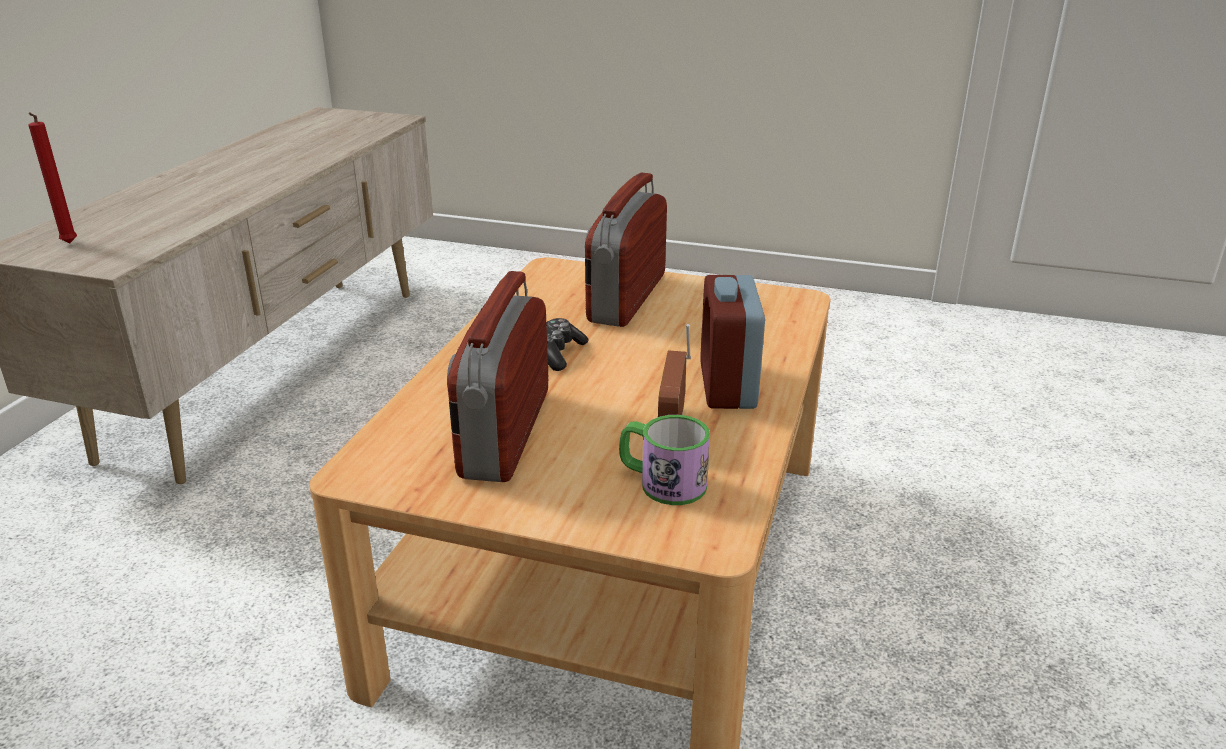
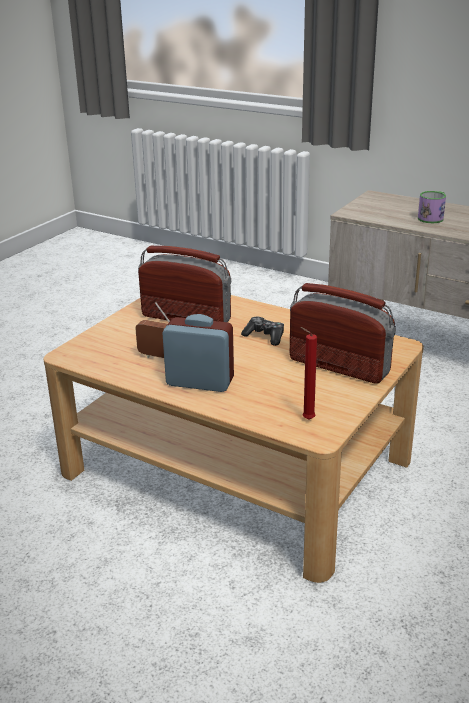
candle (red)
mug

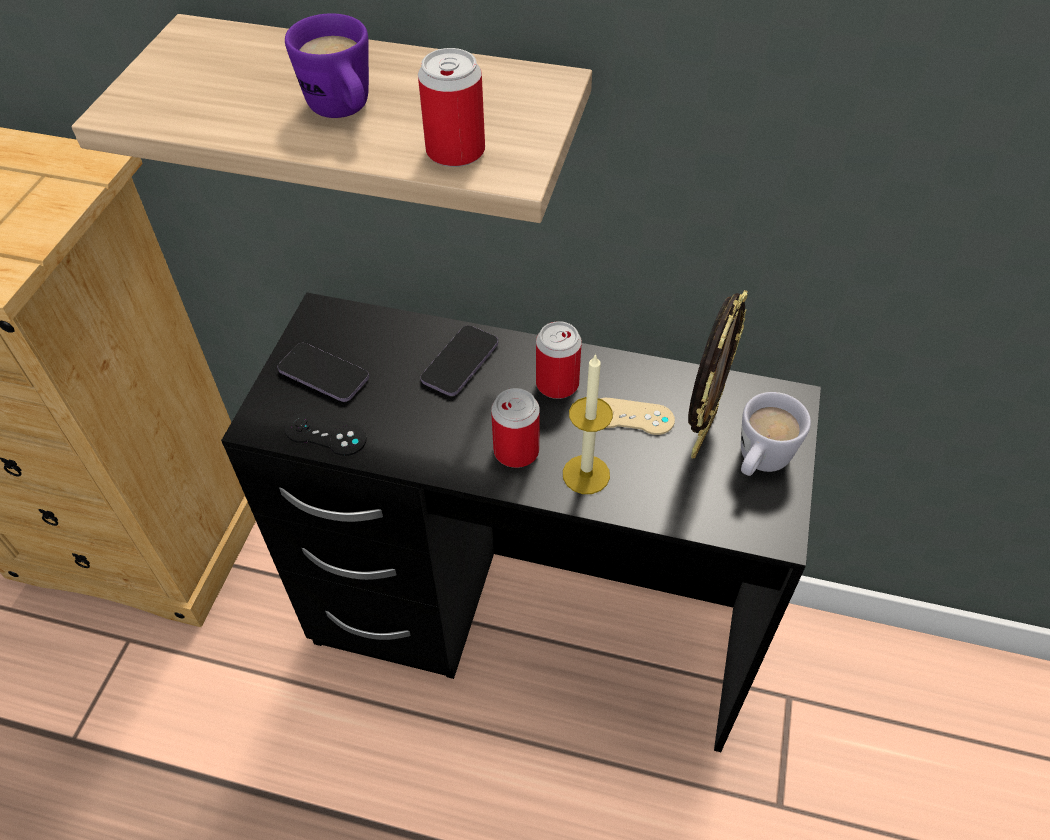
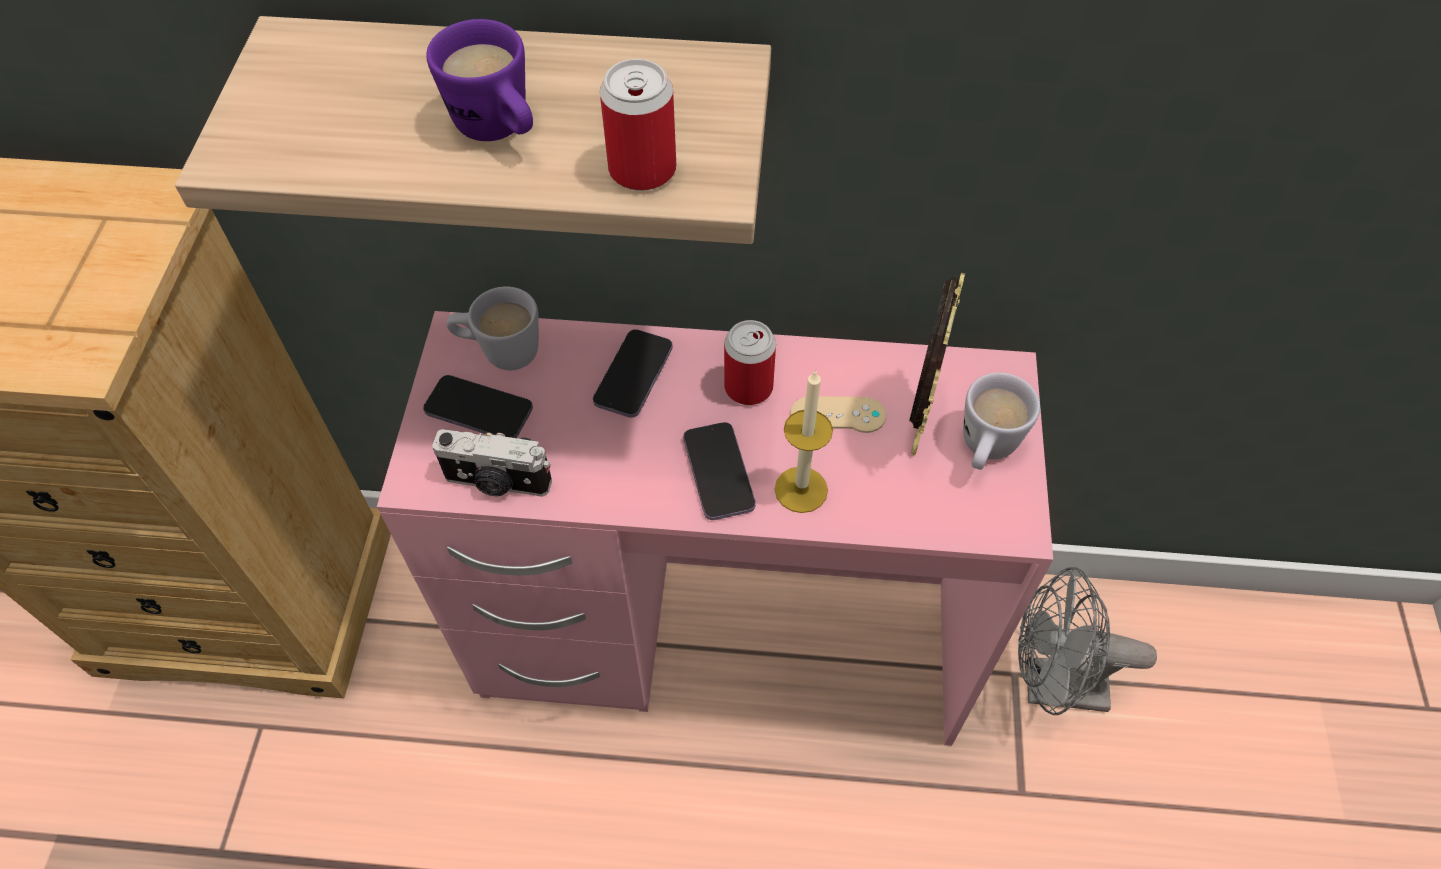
desk (pink)
photo camera
mug (white) (1st from left)
phone (3rd from left)
fan (grey)

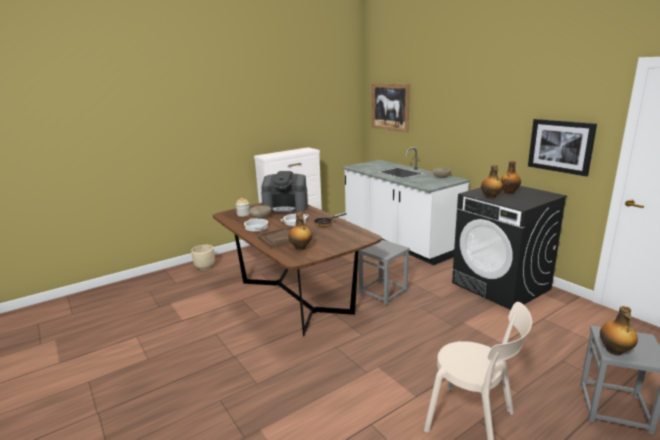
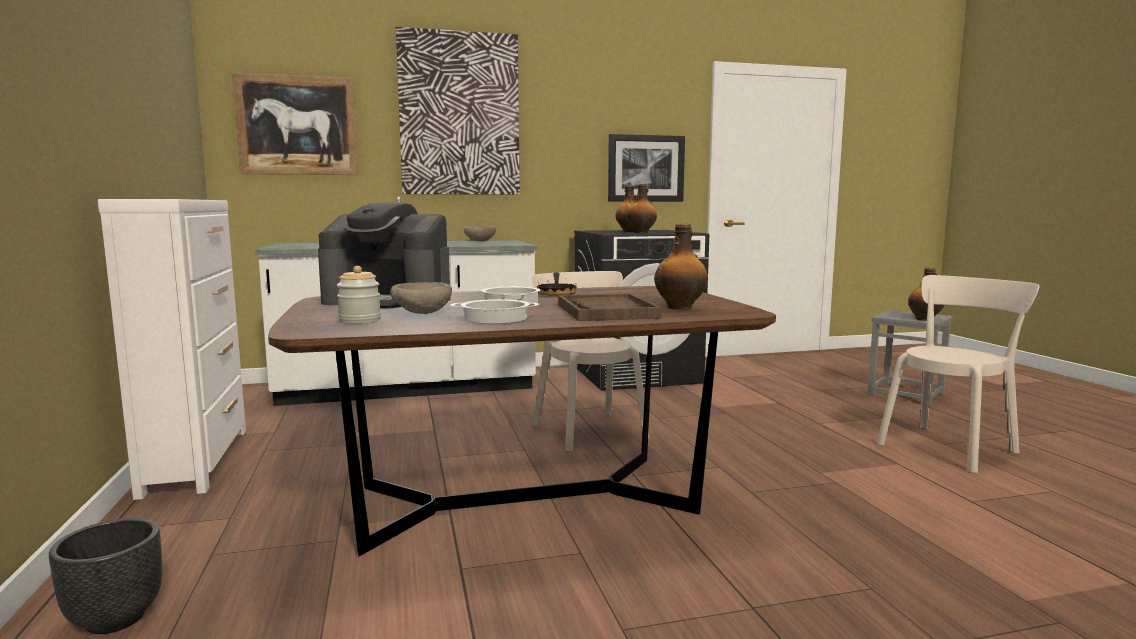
planter (black)
coffee machine
picture (2nd from left)
chair (beige) (1st from left)

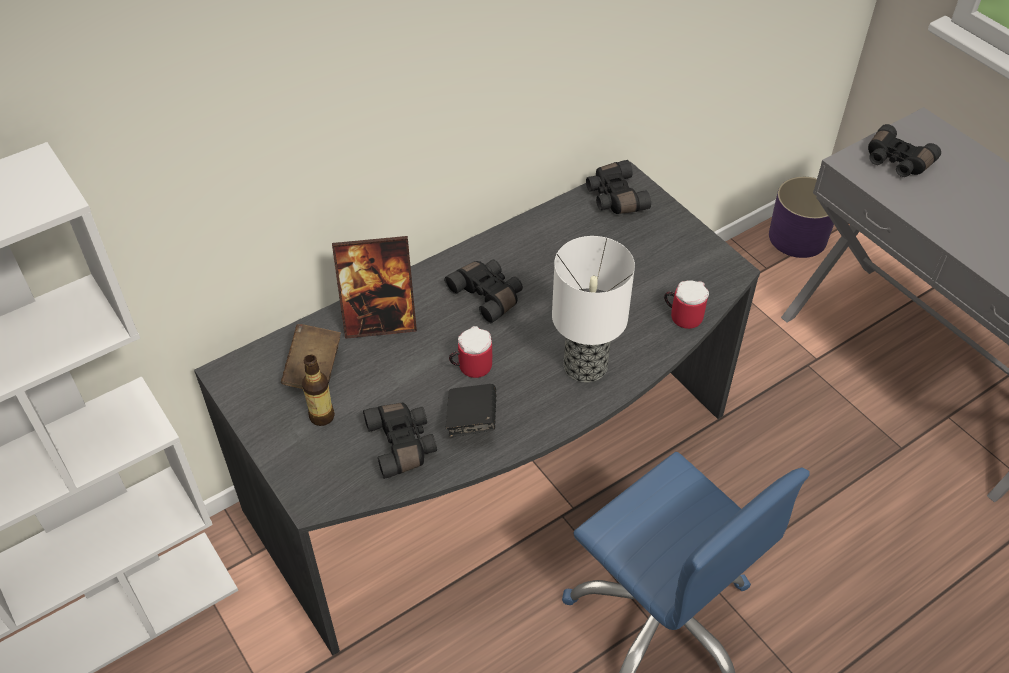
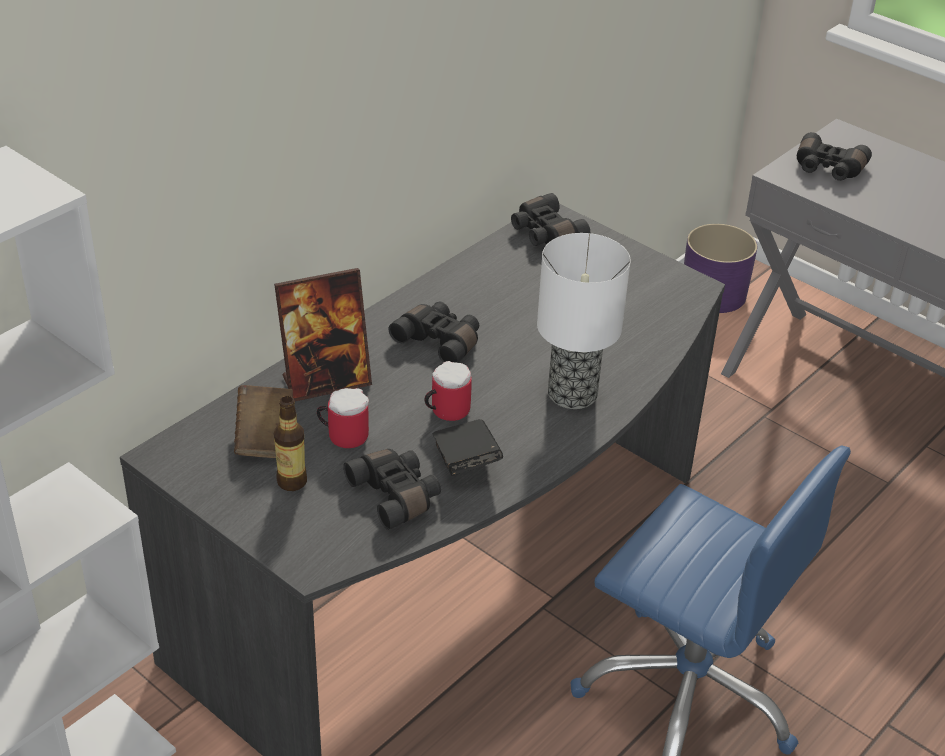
mug (1st from left)

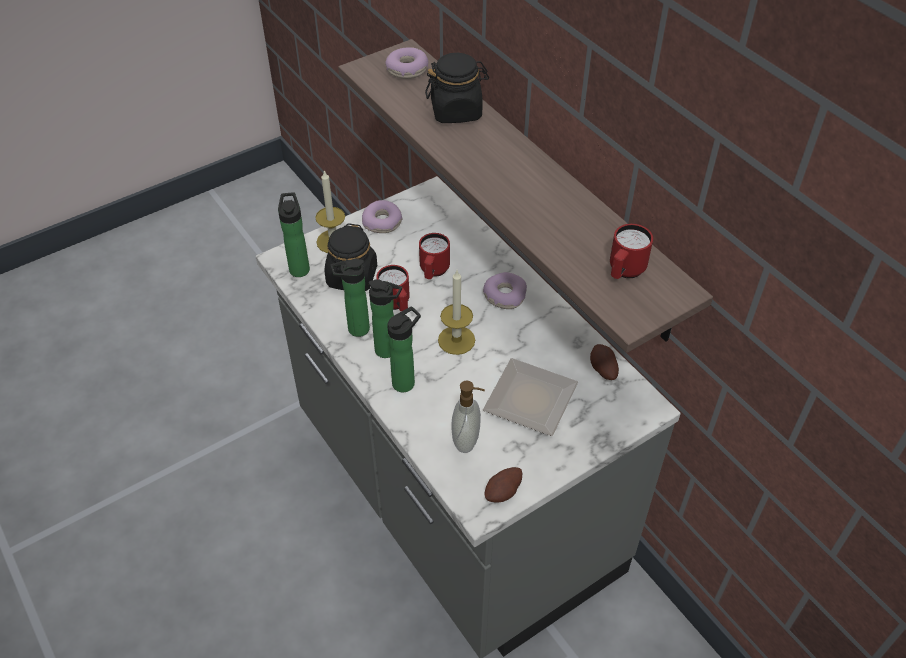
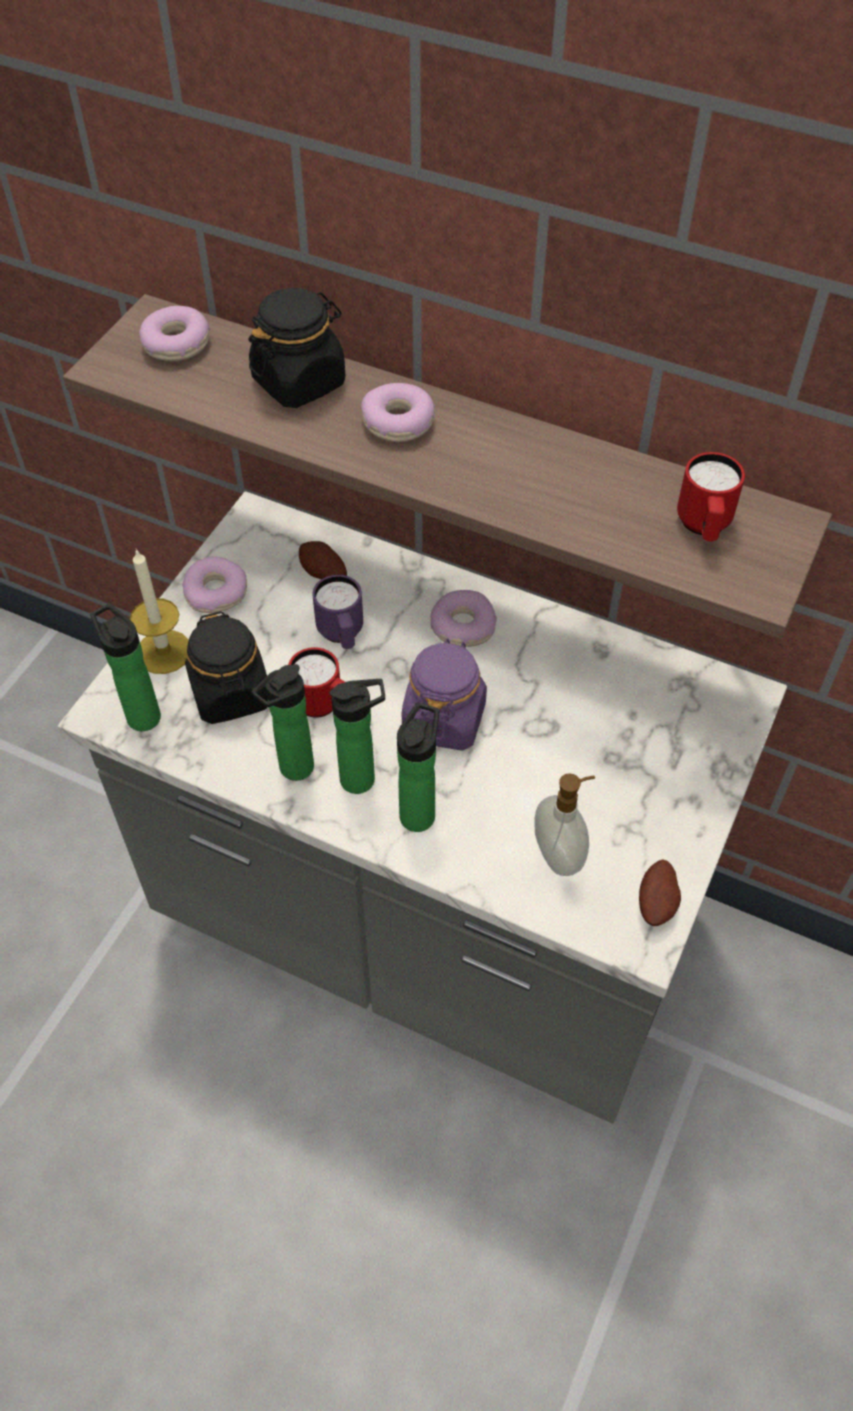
potato (1st from left)
mug (purple)
donut (3rd from left)
jar (purple)
plate

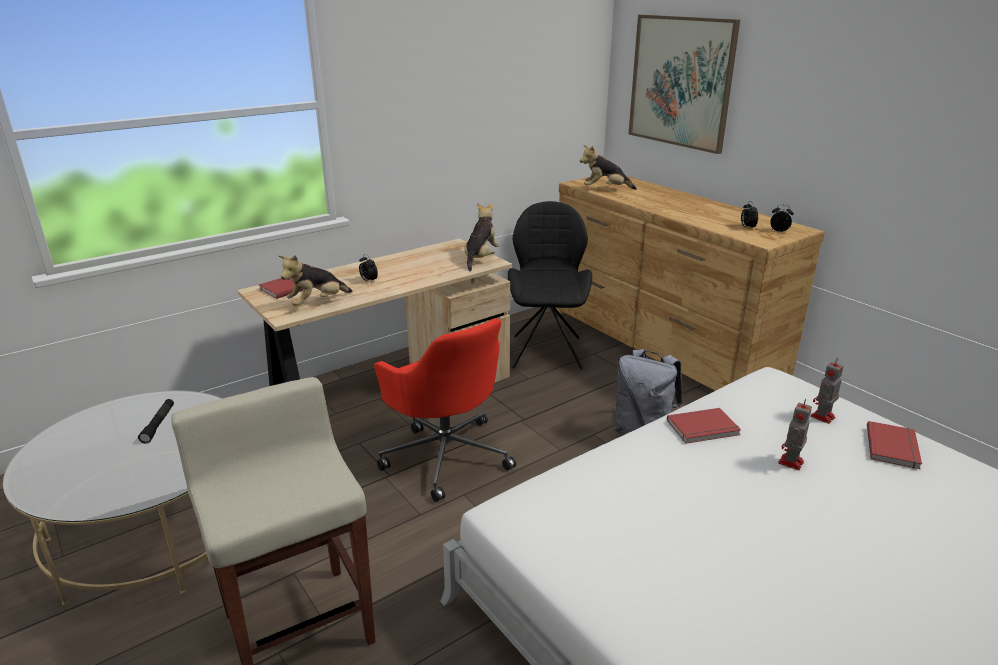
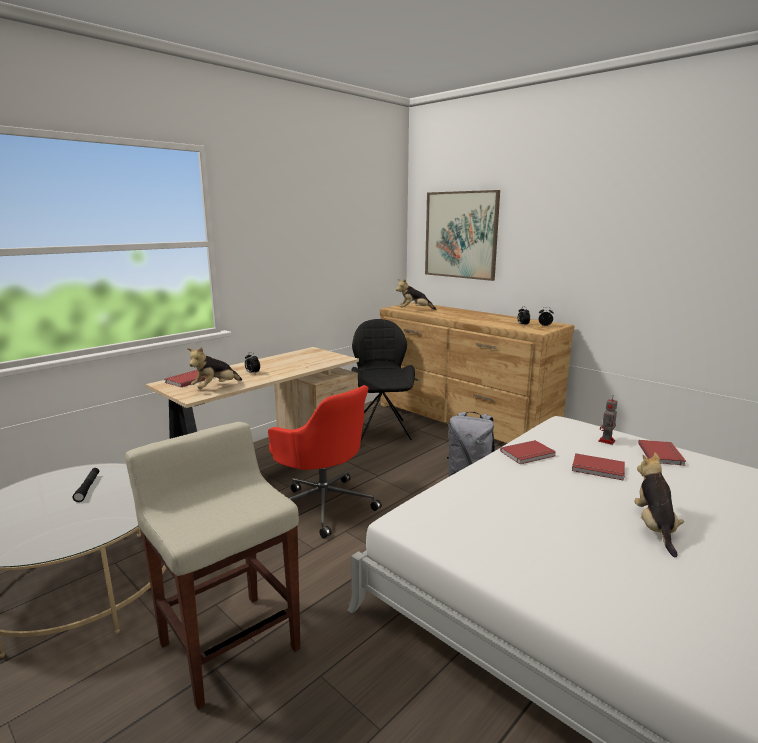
book (red) (3rd from left)
plush toy (3rd from left)

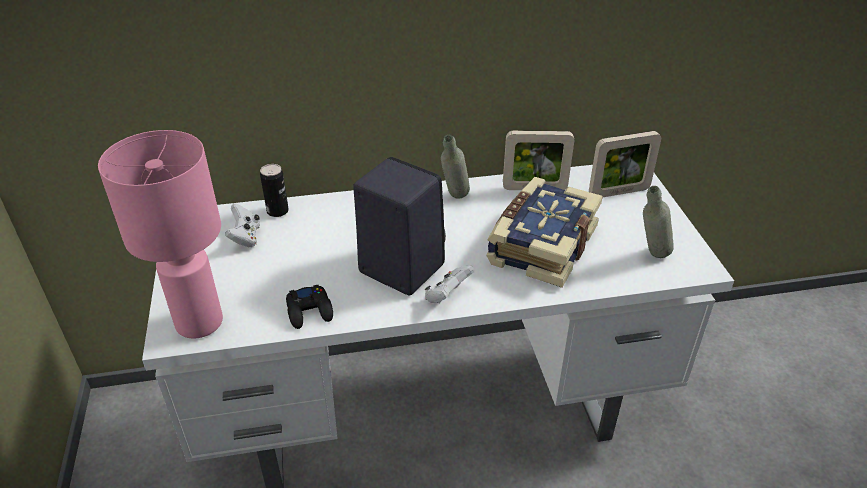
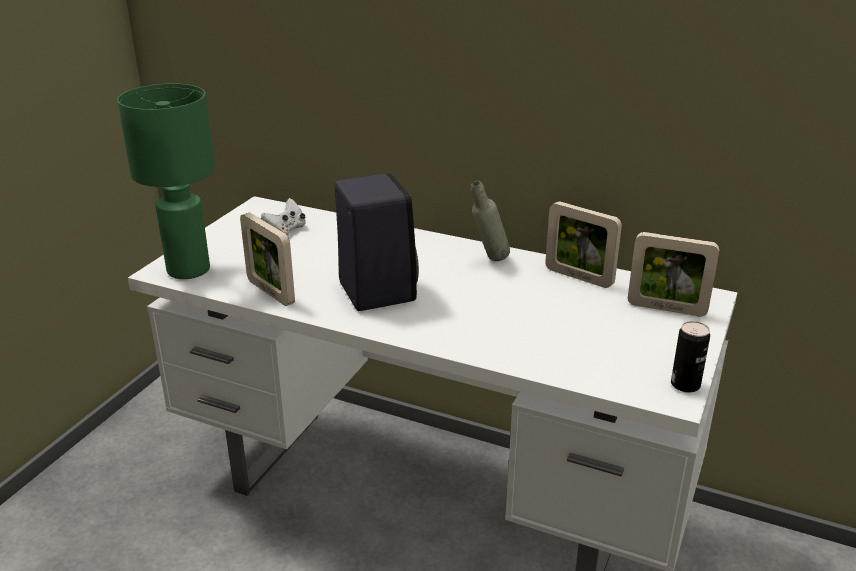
table lamp (green)
picture frame (1st from left)
can
game controller (white) (2nd from left in the first image)
book
bottle (grey) (2nd from left in the first image)

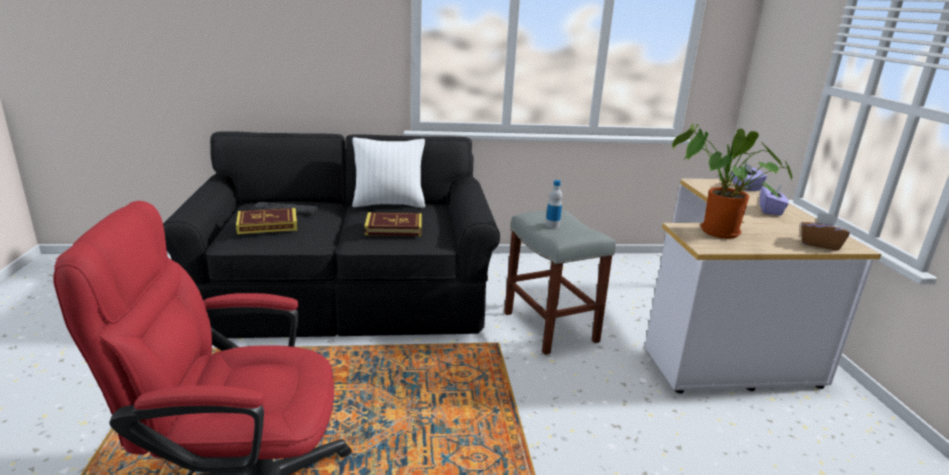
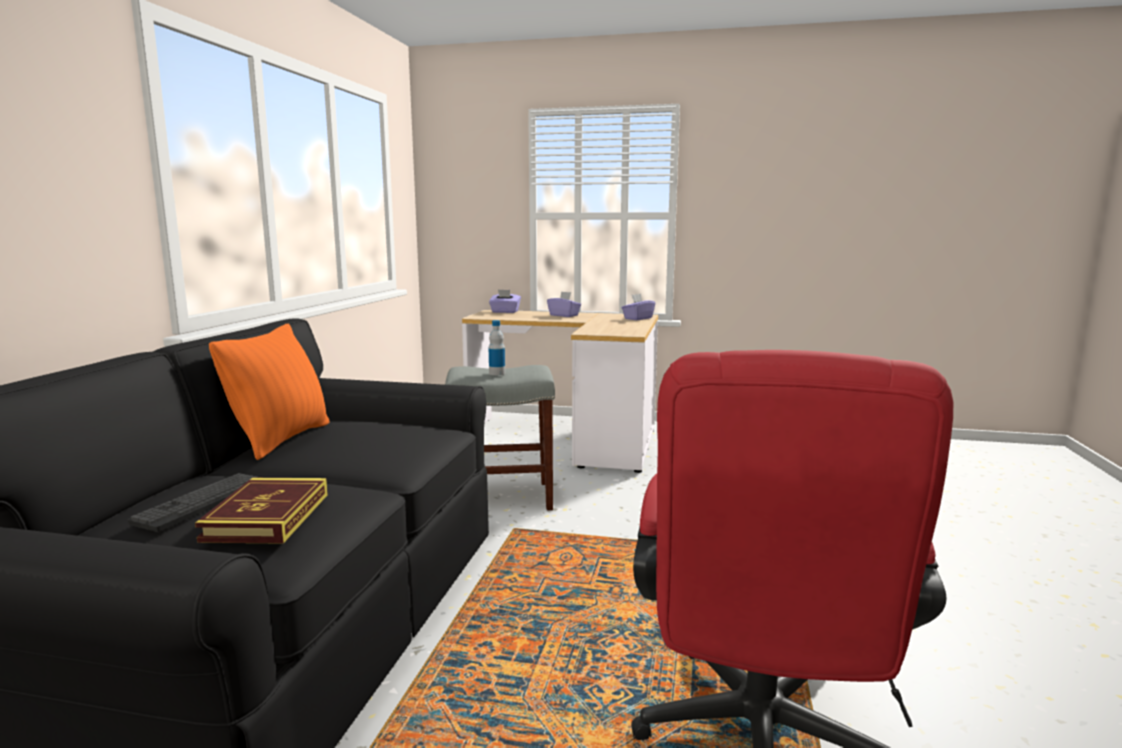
pillow (orange)
tissue box (purple) (3rd from left)
book (2nd from left in the first image)
potted plant

